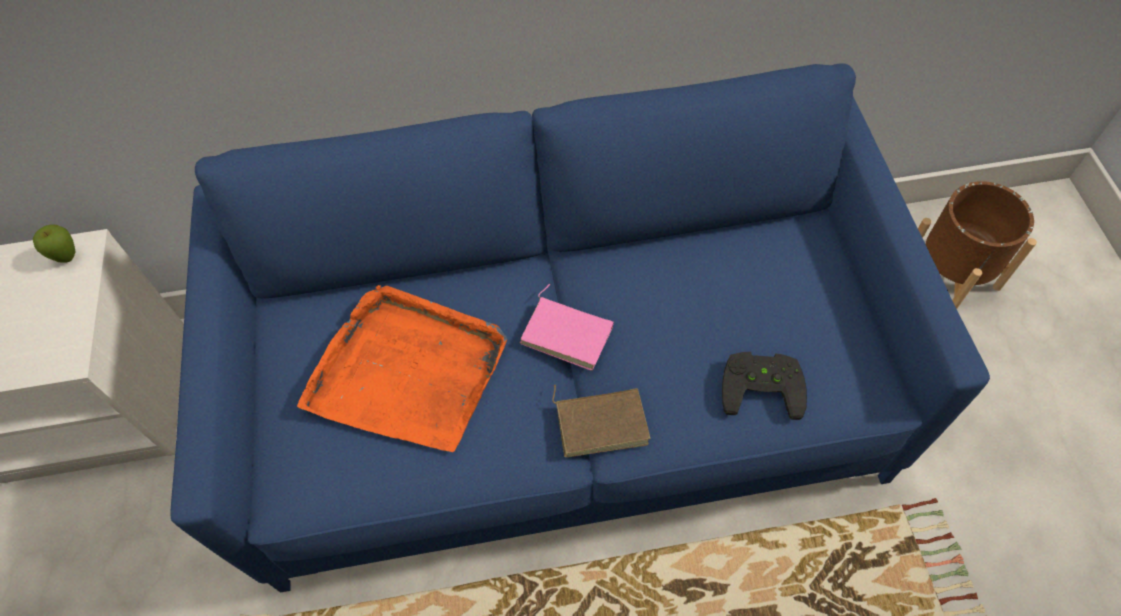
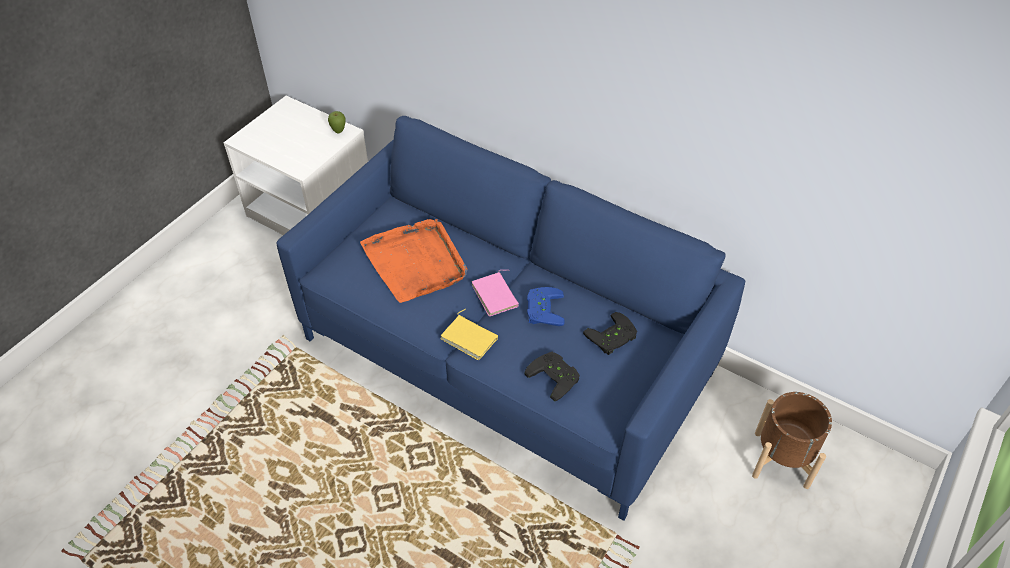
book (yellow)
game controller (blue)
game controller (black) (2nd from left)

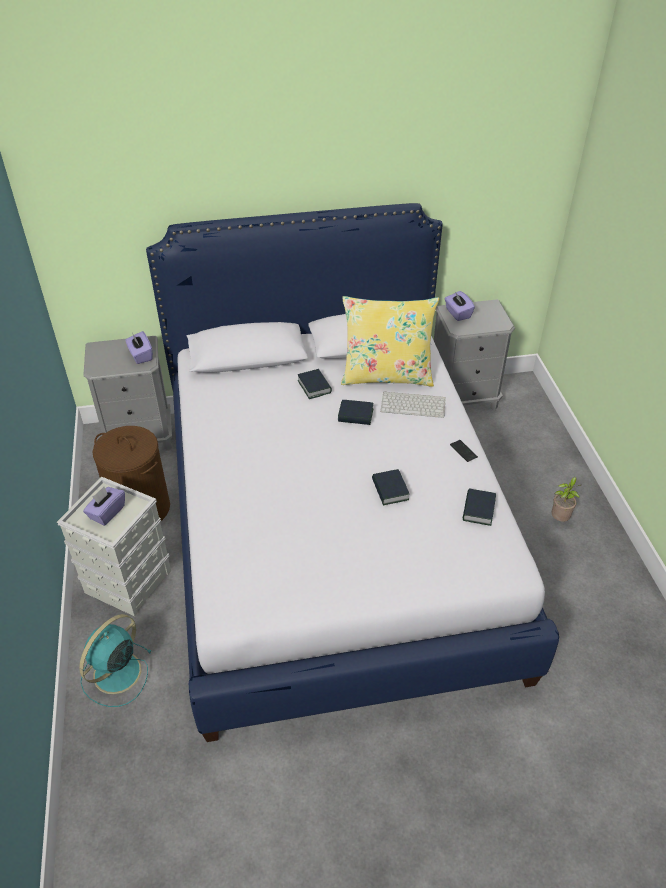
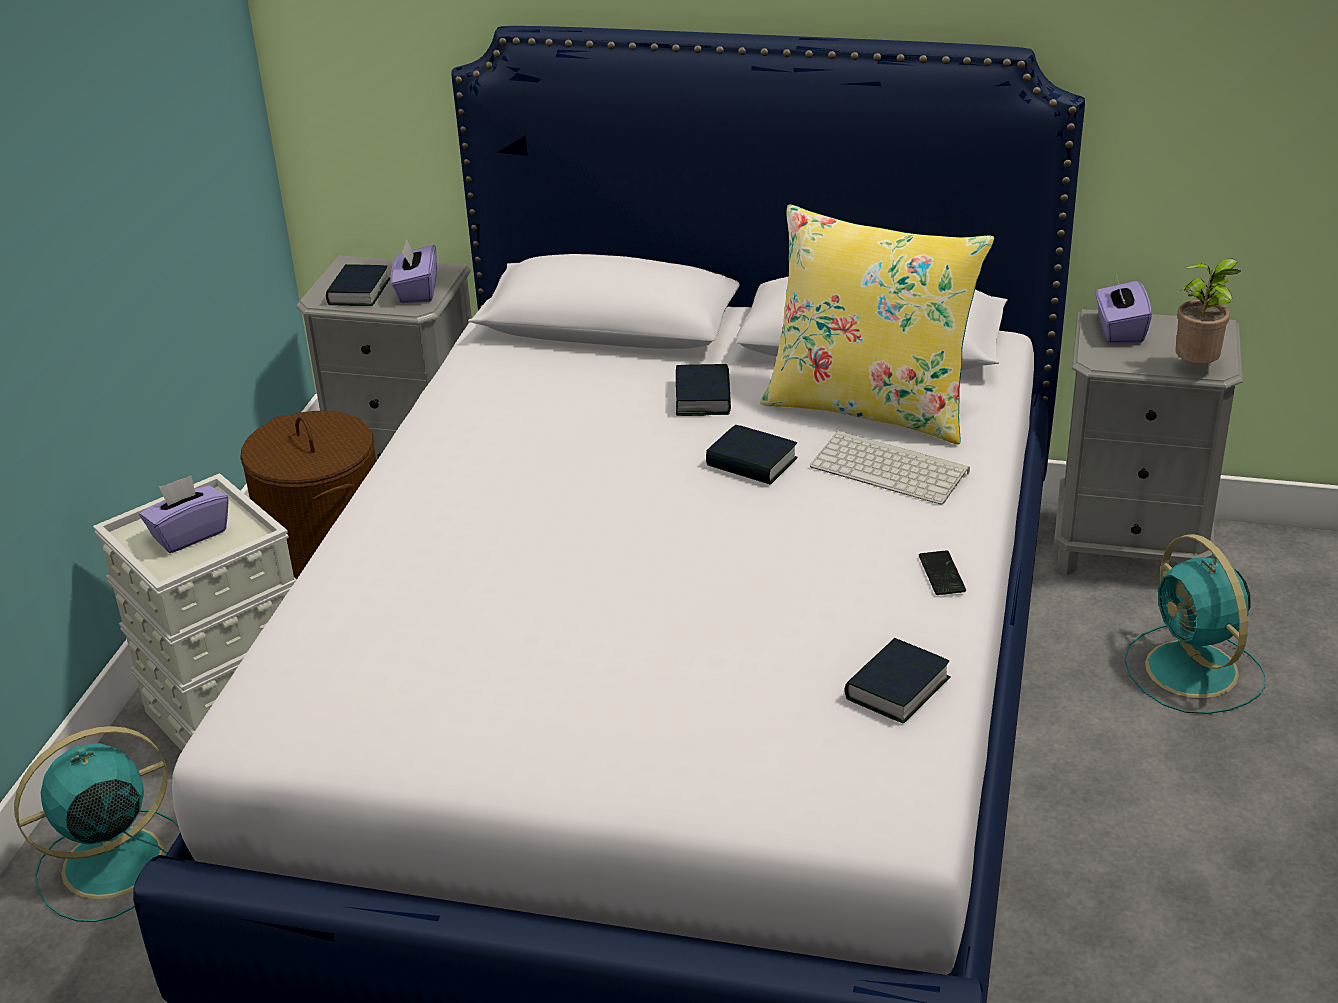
book (1st from left)
fan (turquoise) (2nd from left)
potted plant

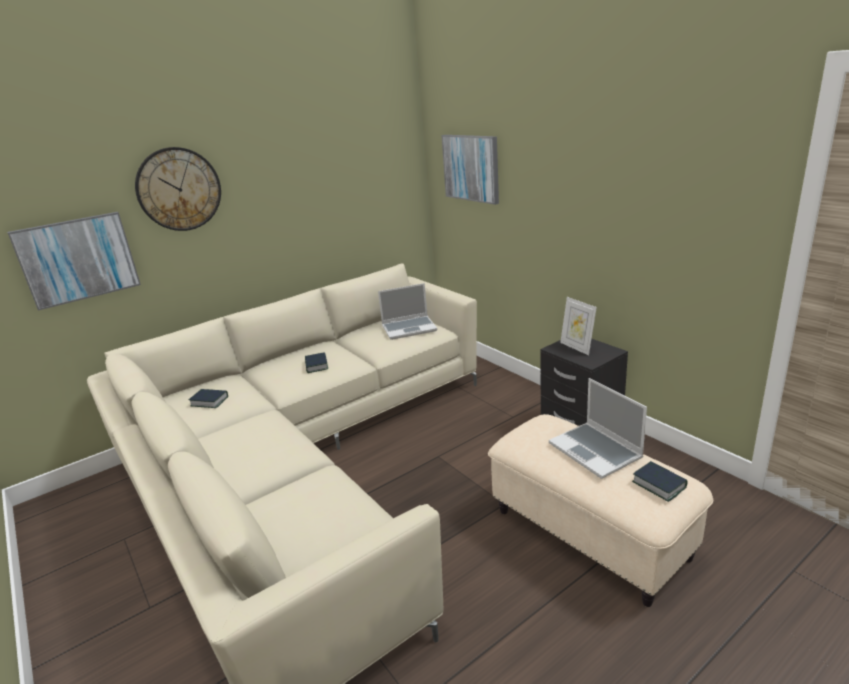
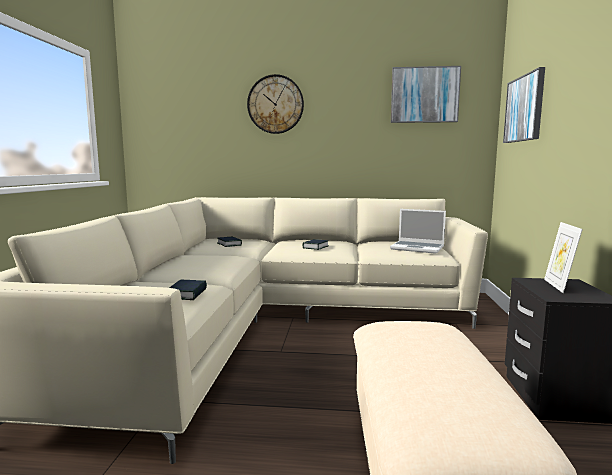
book (1st from left)
picture (1st from left)
laptop (2nd from left in the first image)

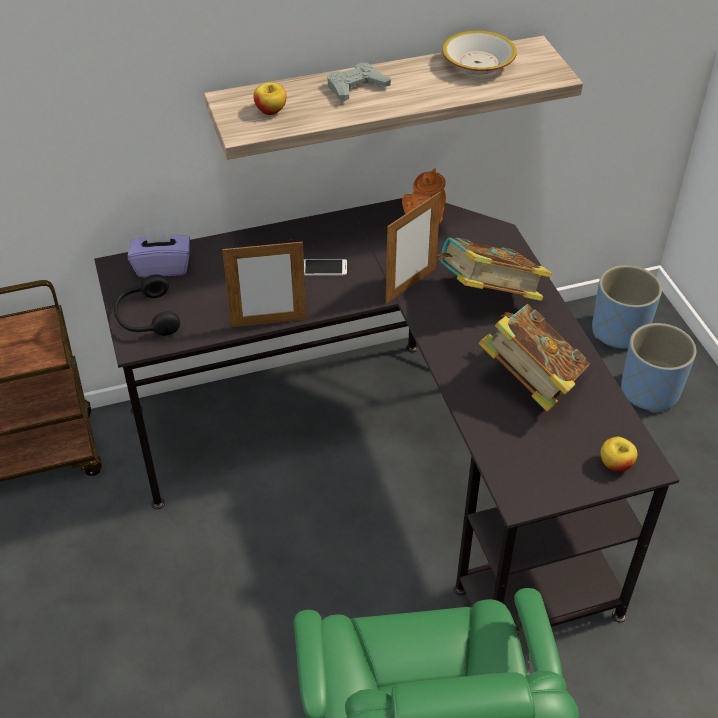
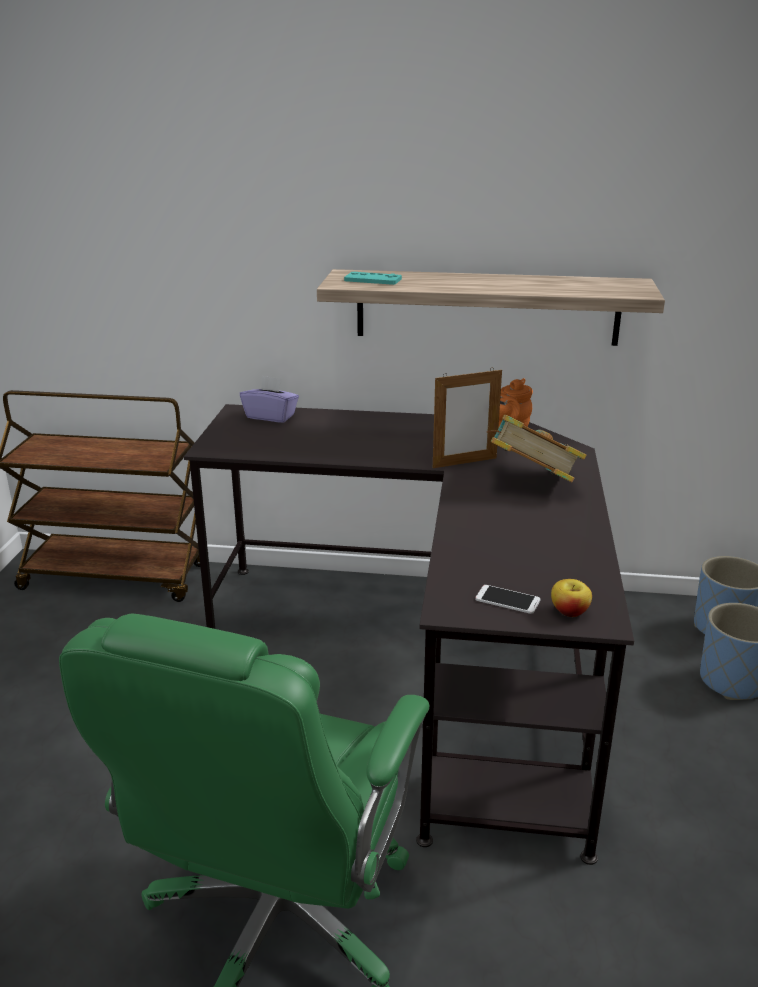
game controller (turquoise)
phone
headphones (black)
picture frame (1st from left in the first image)
game controller (grey)
bowl
book (2nd from left in the first image)

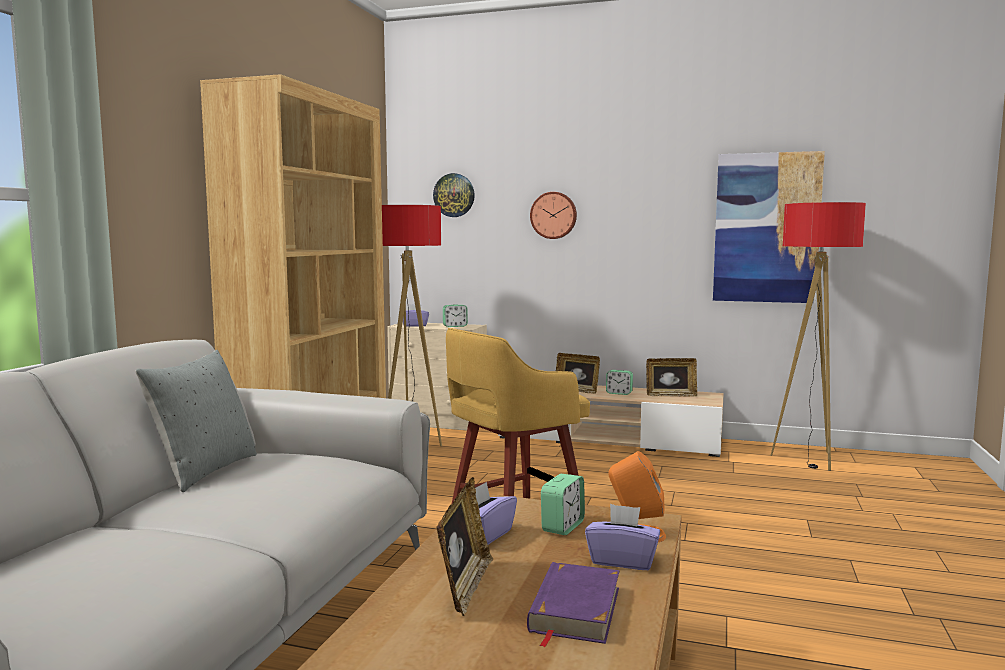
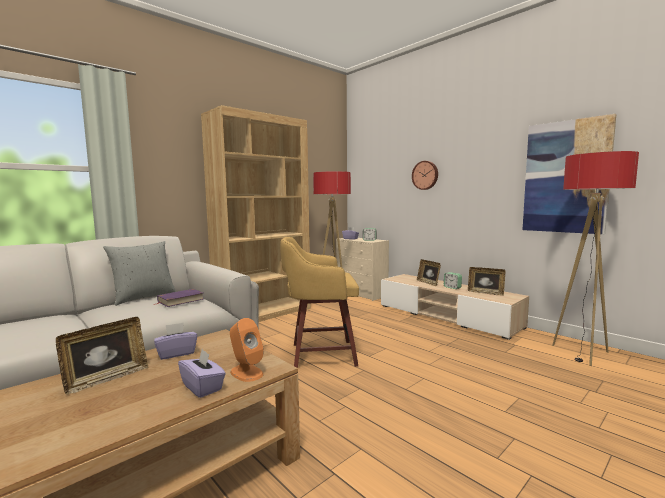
book (purple)
wall clock (1st from left in the first image)
alarm clock (2nd from left in the first image)

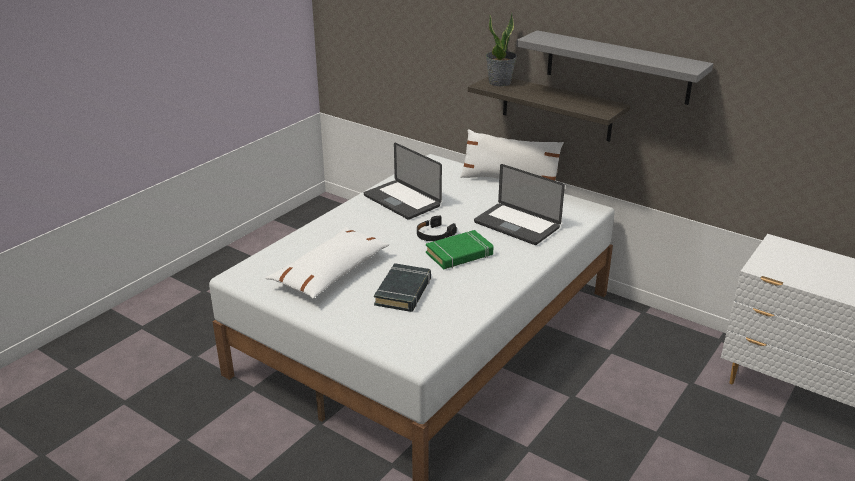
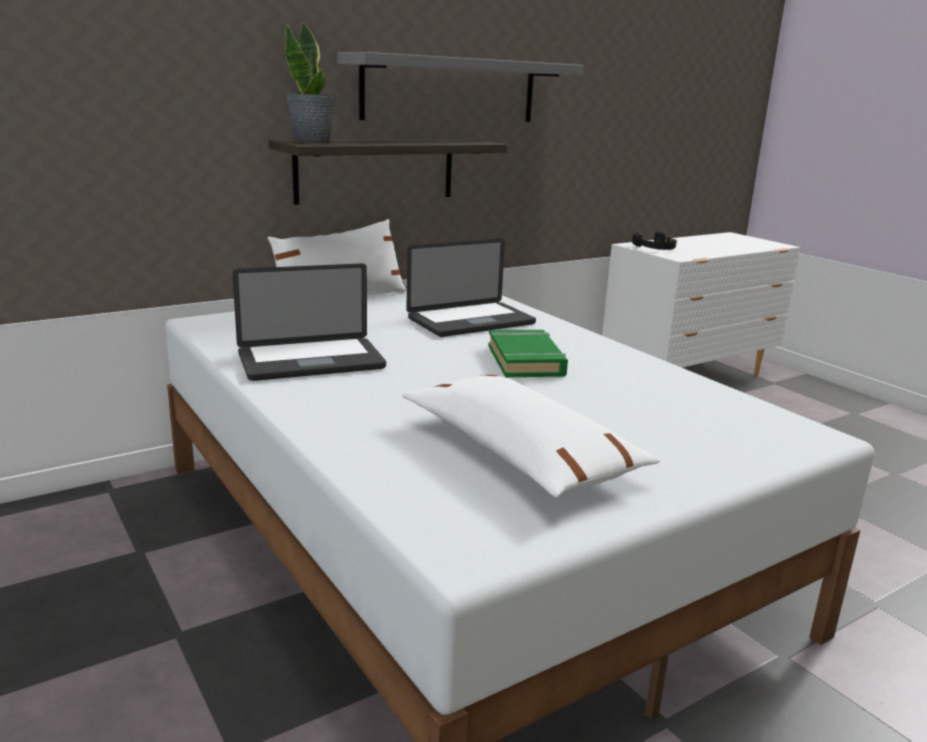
headphones (black)
book (black)

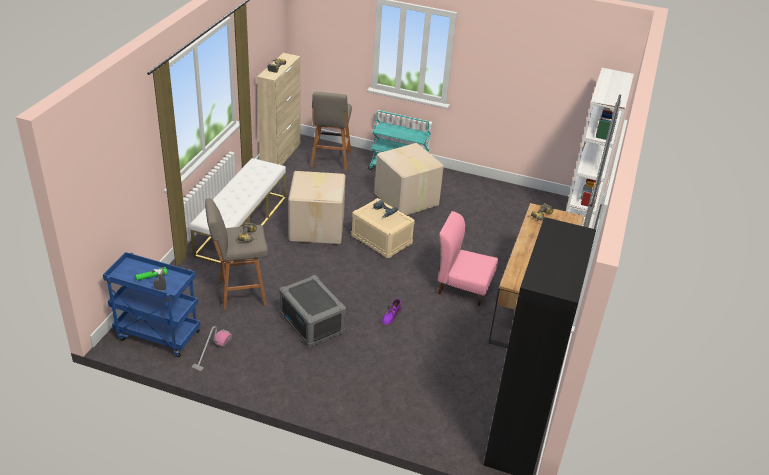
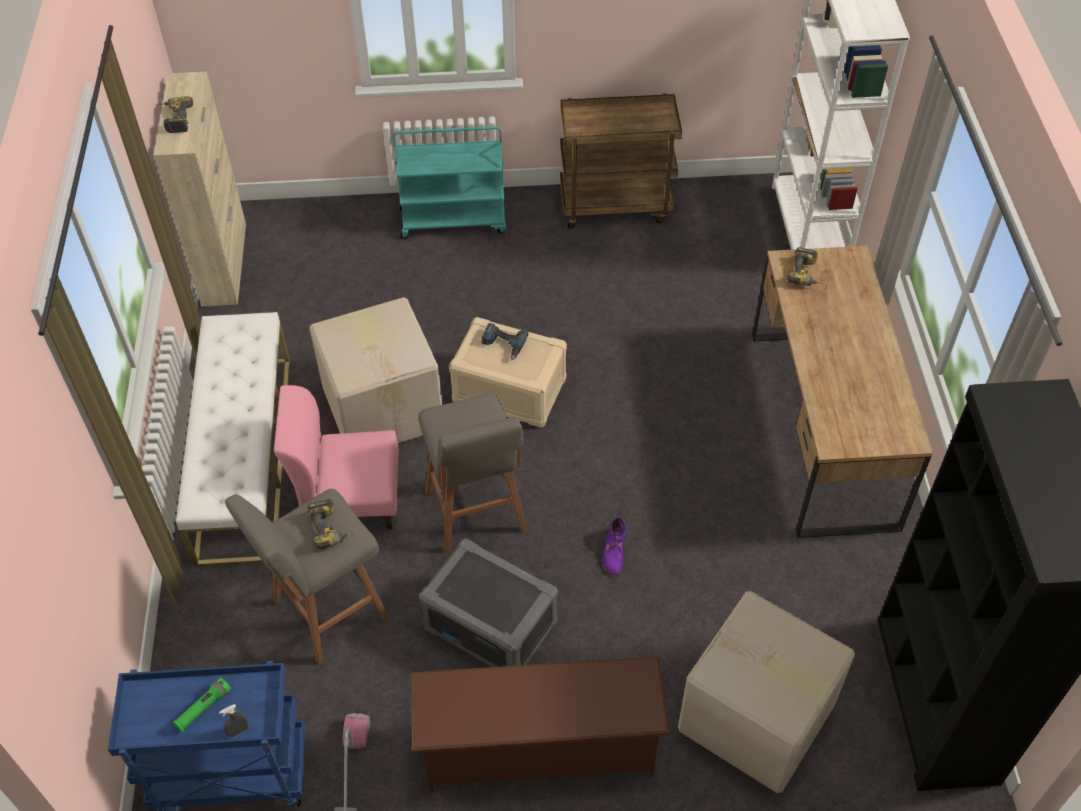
chair (pink)
shoe rack (brown)
stool (grey) (2nd from left)
cart (brown)
cardboard box (2nd from left)

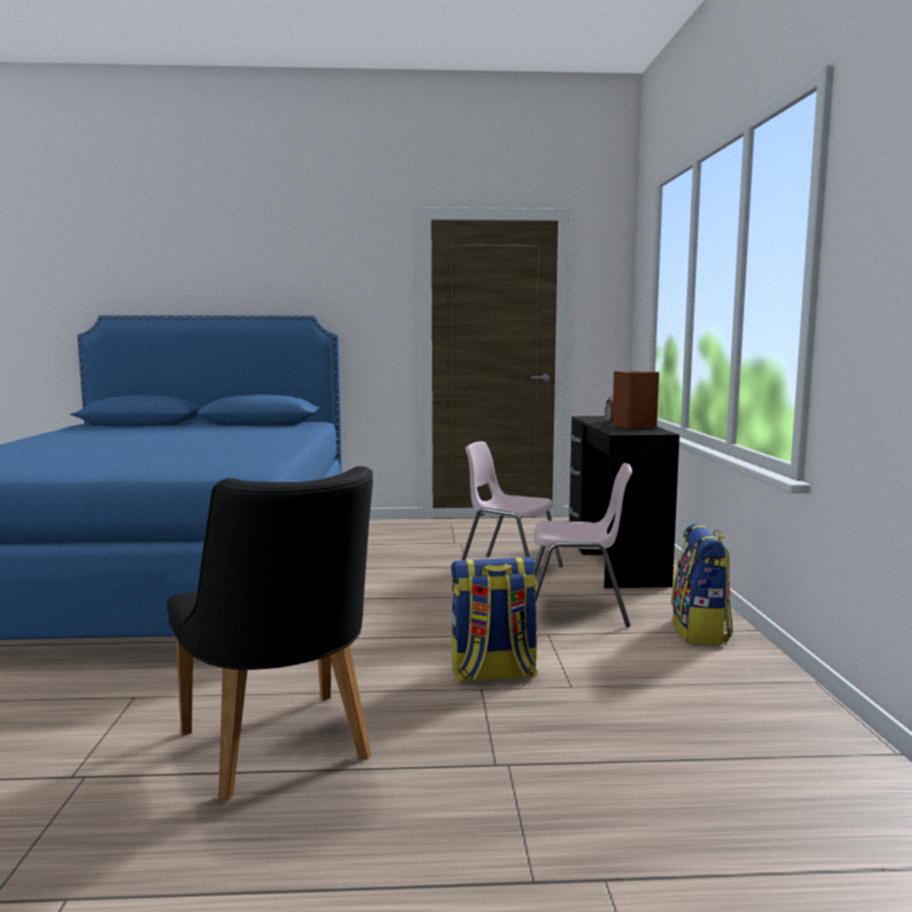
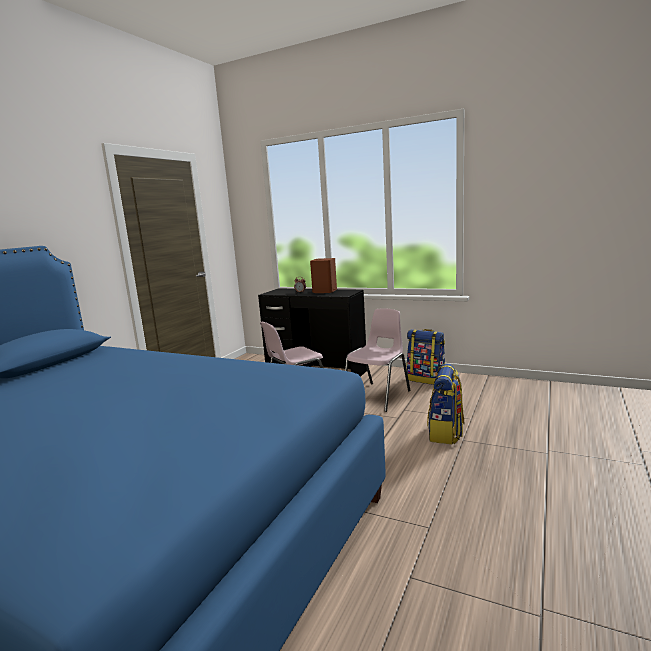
chair (black)

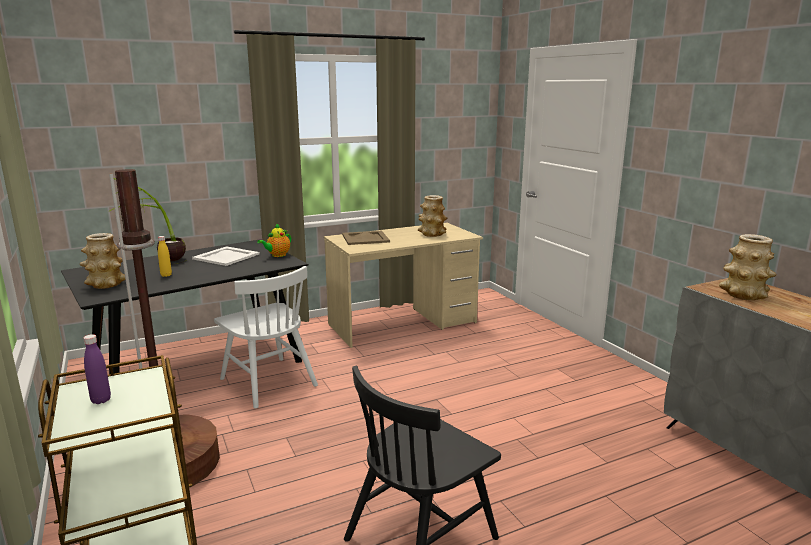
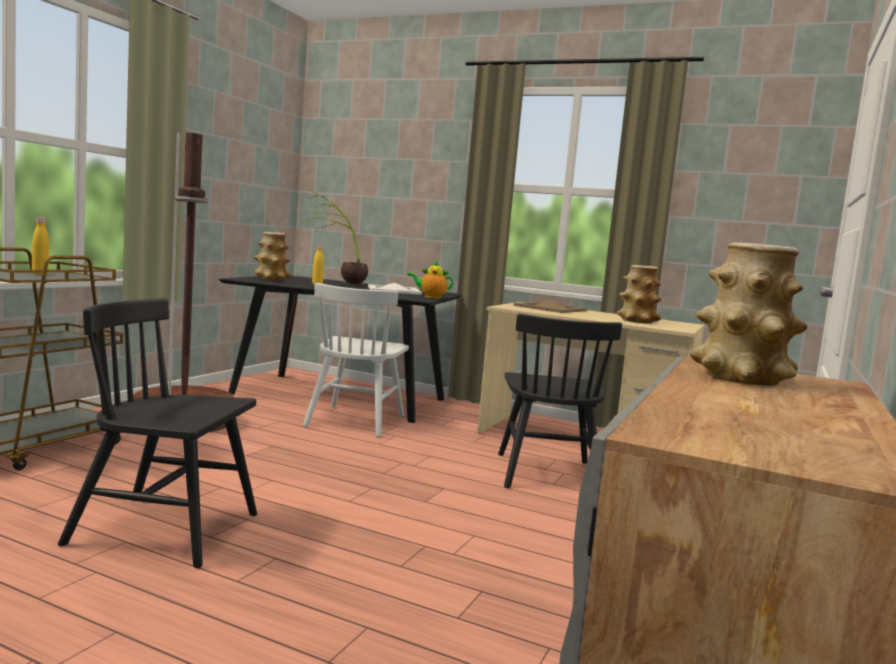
bottle (yellow) (1st from left)
chair (black) (2nd from left)

